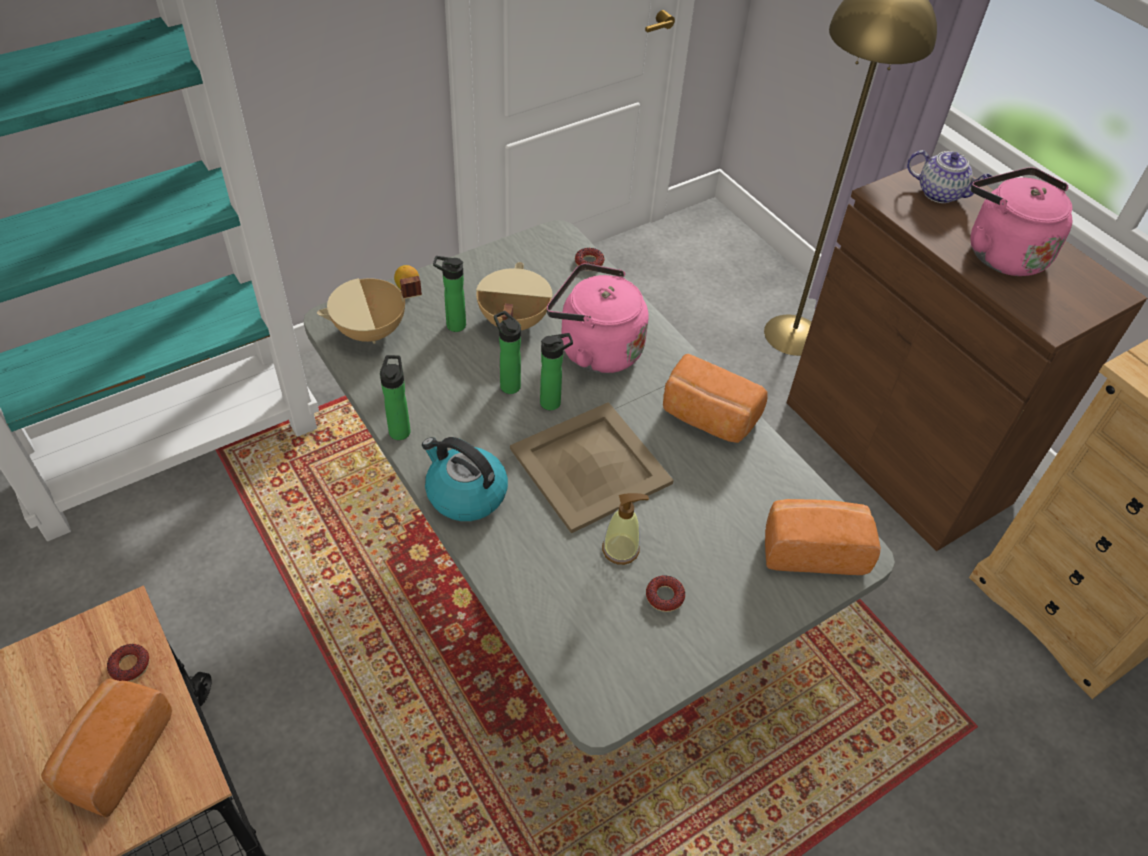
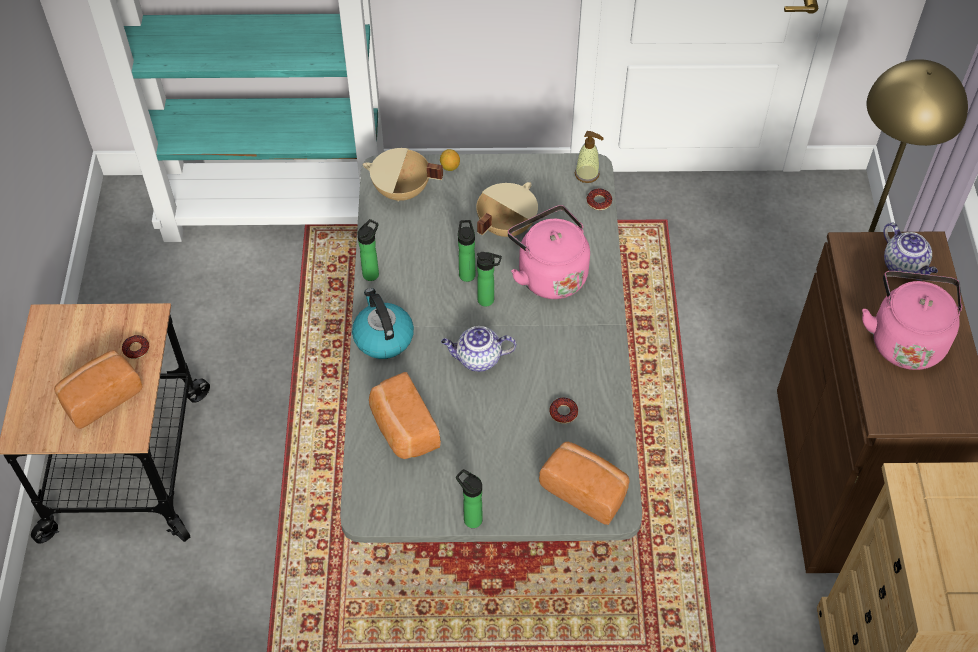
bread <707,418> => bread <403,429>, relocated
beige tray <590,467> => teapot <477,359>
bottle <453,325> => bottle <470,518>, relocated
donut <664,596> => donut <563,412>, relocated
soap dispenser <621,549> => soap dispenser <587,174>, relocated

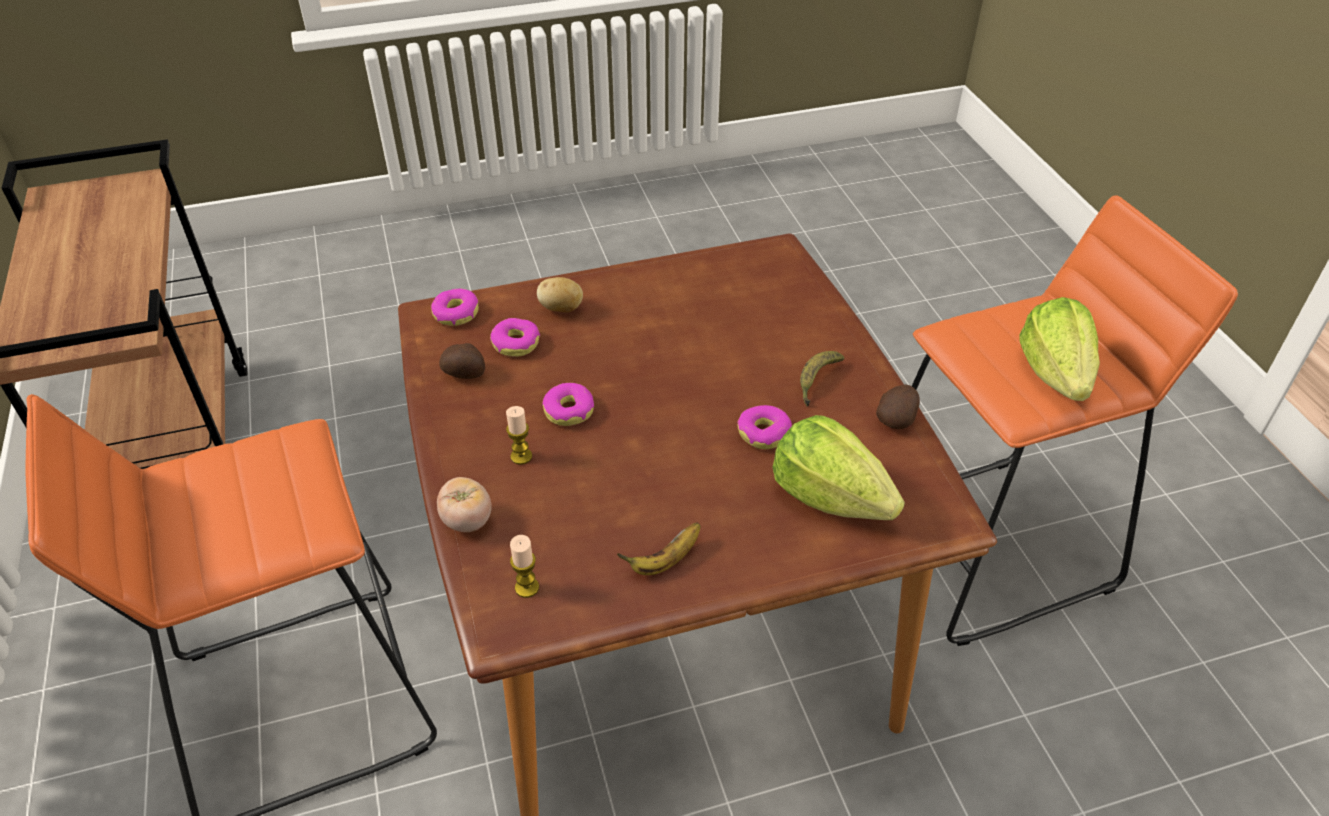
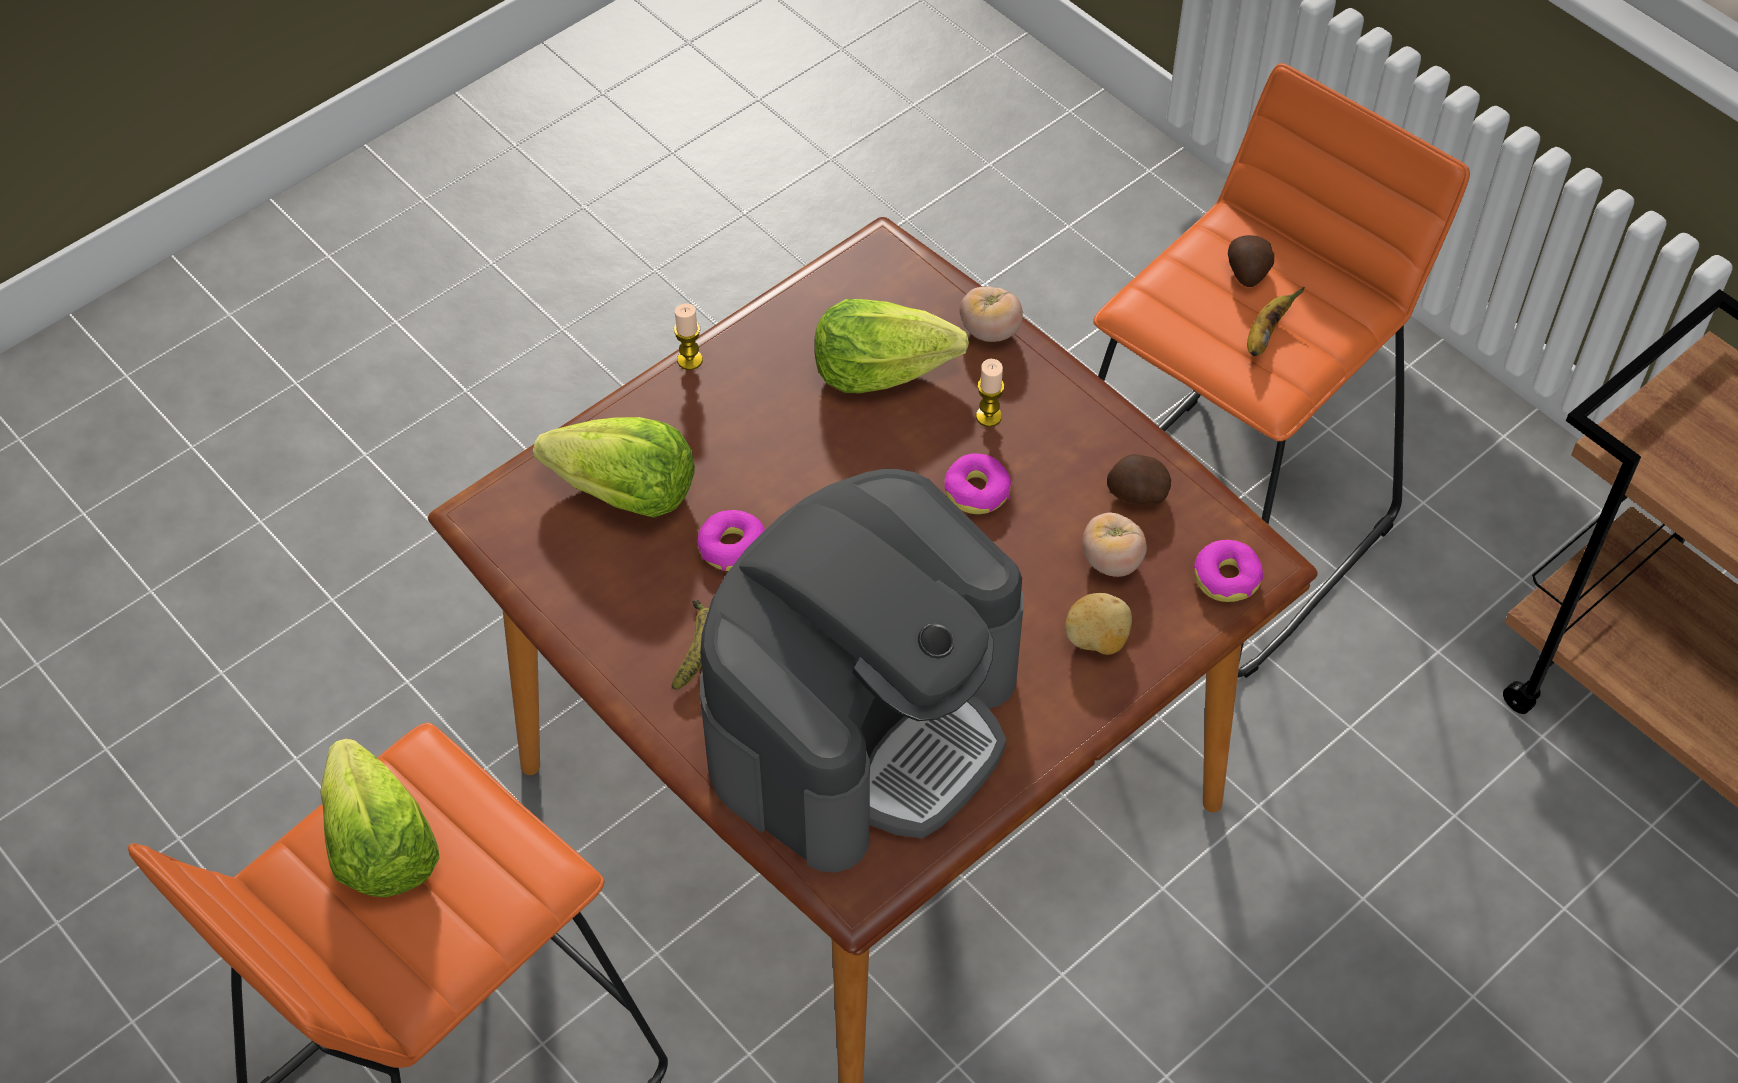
candle <527,587> => candle <690,360>, relocated
nothing => coffee machine <863,722>
nothing => lettuce <882,368>
donut <516,343> => tomato <1111,561>
potato <897,419> => potato <1247,273>, relocated
banana <665,561> => banana <1265,334>, relocated

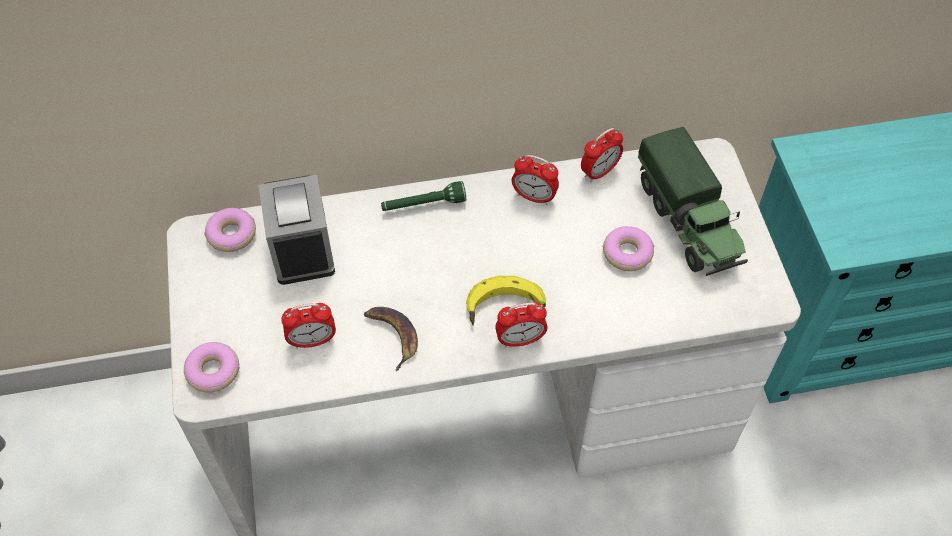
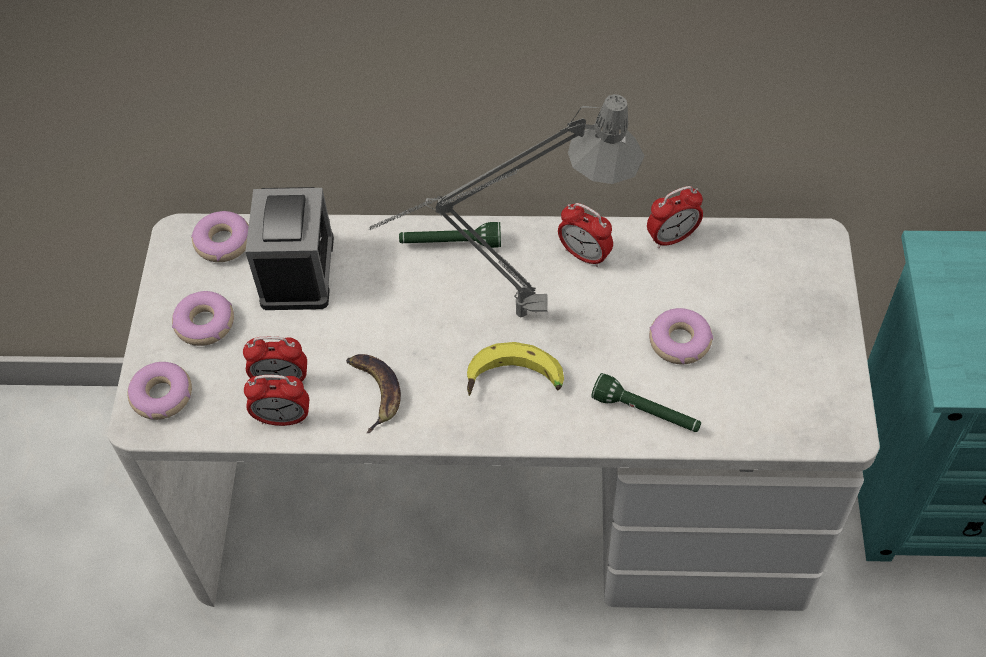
nothing => donut <205,324>
alarm clock <520,340> => alarm clock <283,418>, relocated
nothing => grey table lamp <505,316>
nothing => green flashlight <646,413>
toy truck <688,222> => nothing

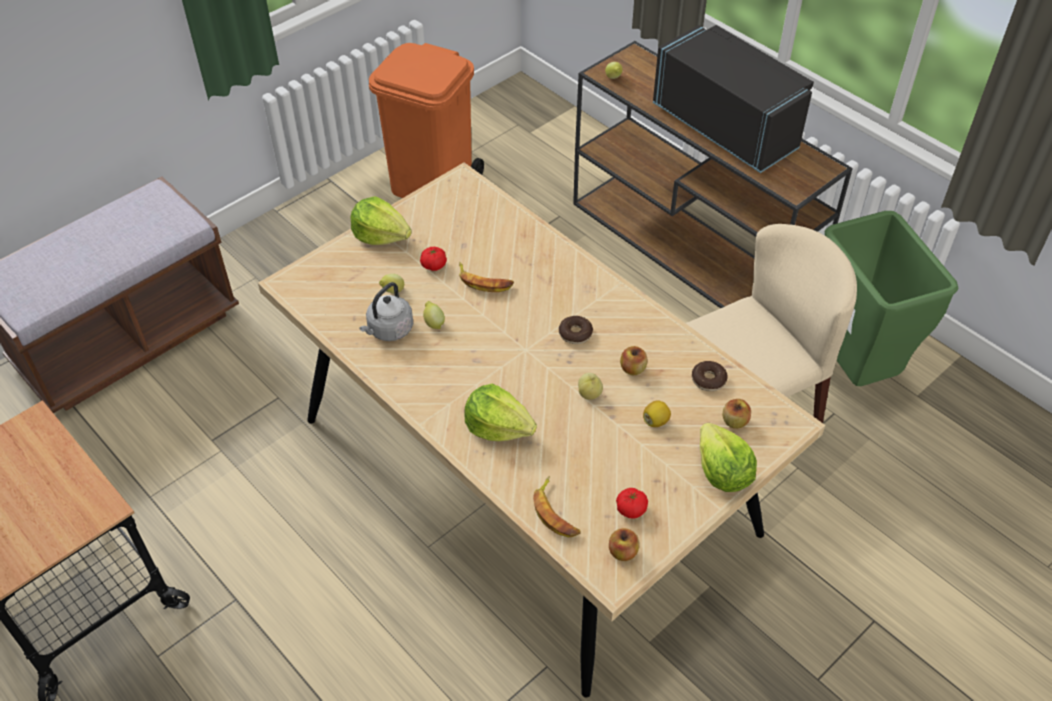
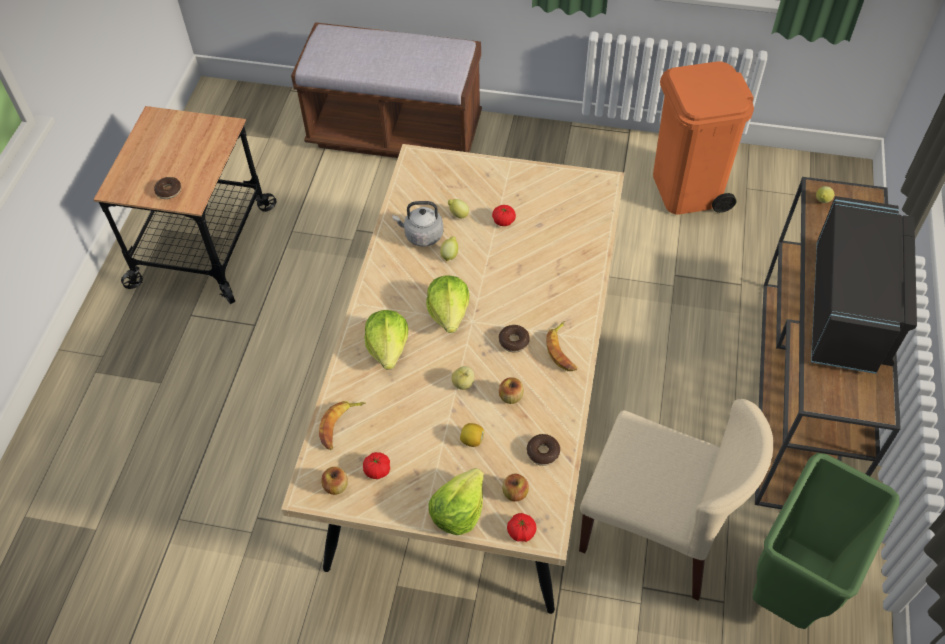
nothing => donut <169,191>
lettuce <381,235> => lettuce <449,313>, relocated
nothing => tomato <521,532>
banana <484,281> => banana <562,350>, relocated

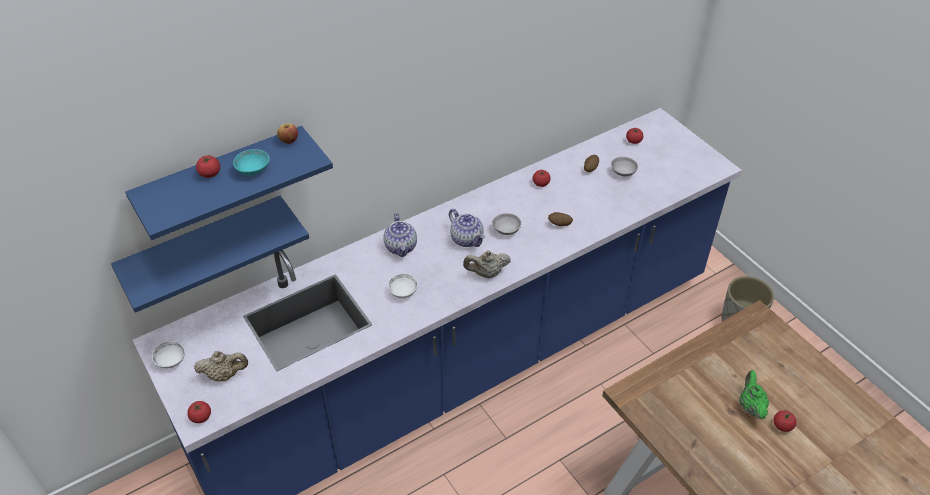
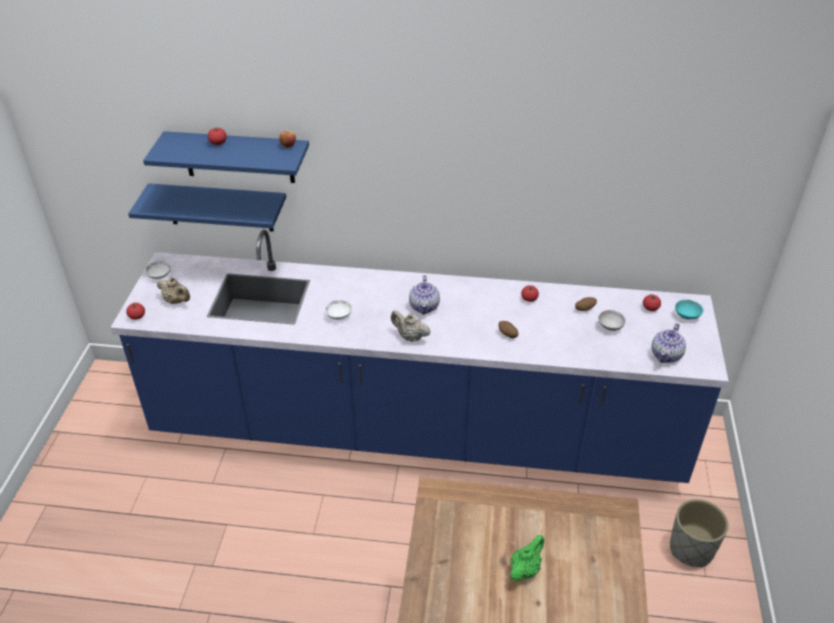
teapot <401,247> => teapot <666,355>, relocated
turquoise bowl <253,170> => turquoise bowl <687,315>, relocated
grey bowl <506,230> => nothing
tomato <782,426> => nothing

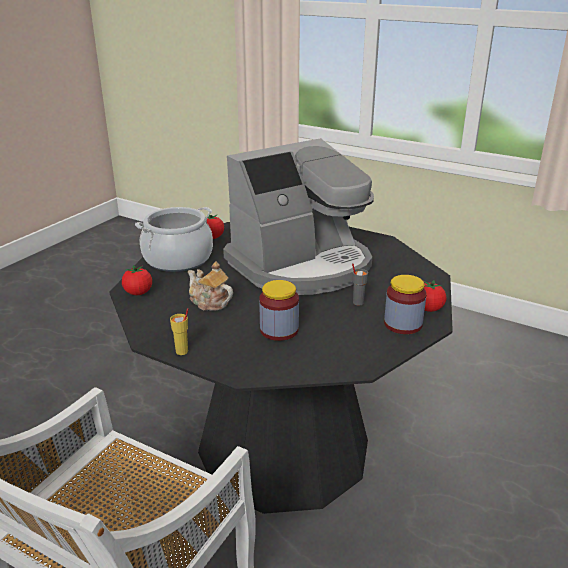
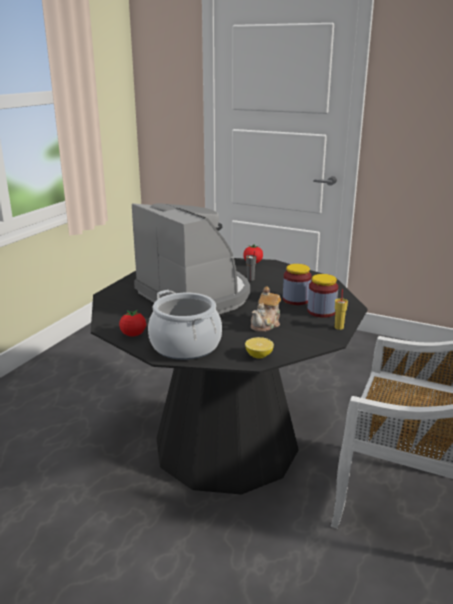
tomato <138,293> => lemon <259,355>
jar <403,324> => jar <321,311>, relocated

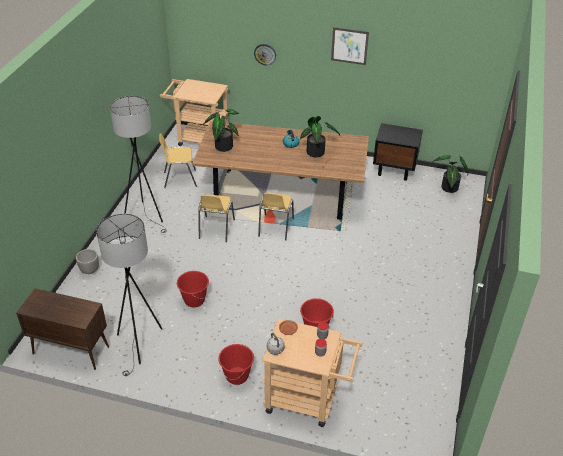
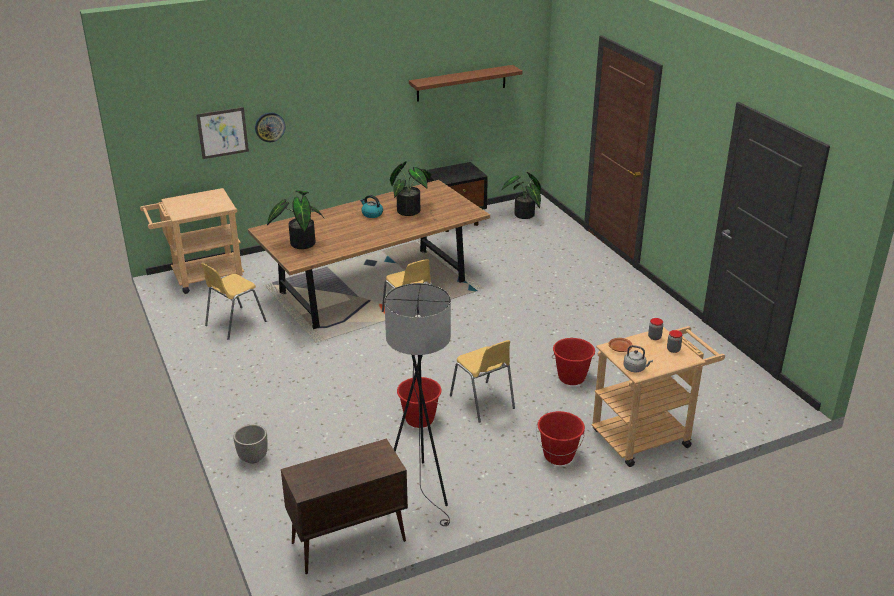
picture <349,46> => picture <222,133>, relocated
nothing => brown shelf <461,83>
yellow chair <216,229> => yellow chair <482,402>, relocated
grey floor lamp <146,216> => nothing

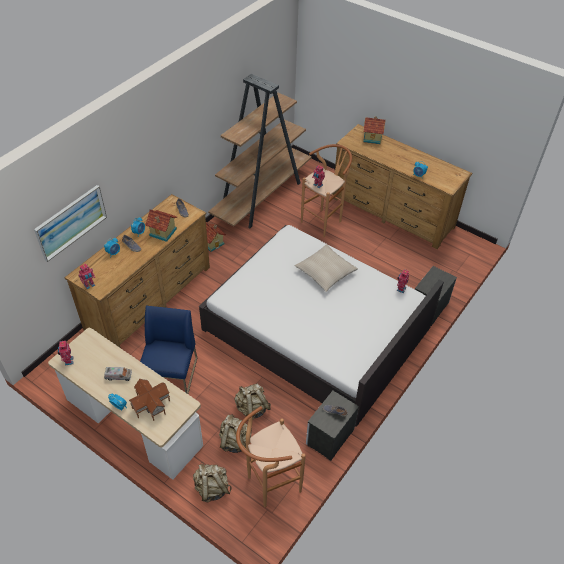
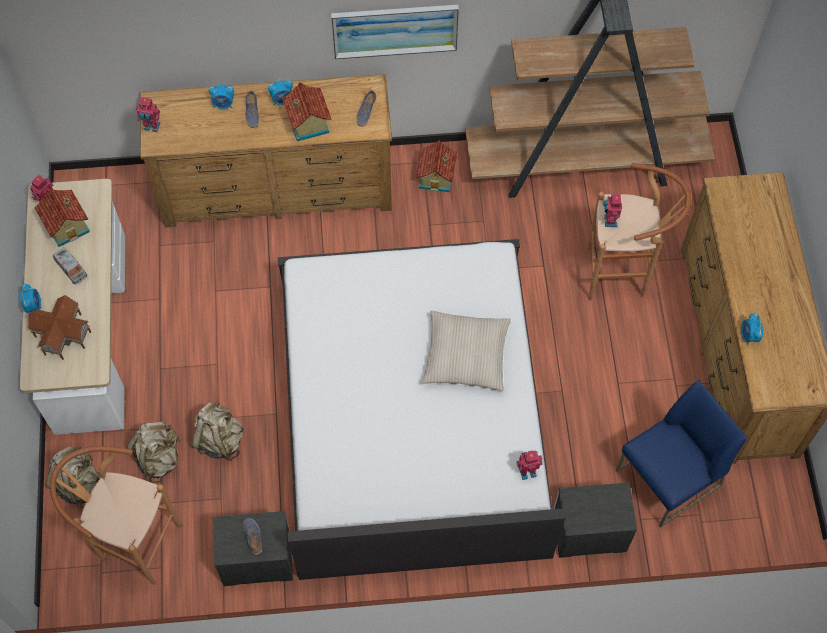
toy house <372,137> => toy house <68,226>, relocated
picture <71,222> => picture <395,30>, relocated
blue chair <171,375> => blue chair <668,479>, relocated

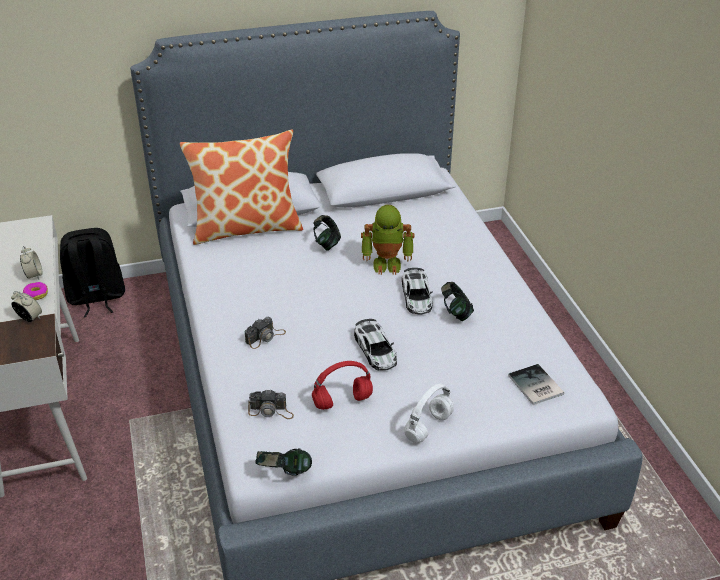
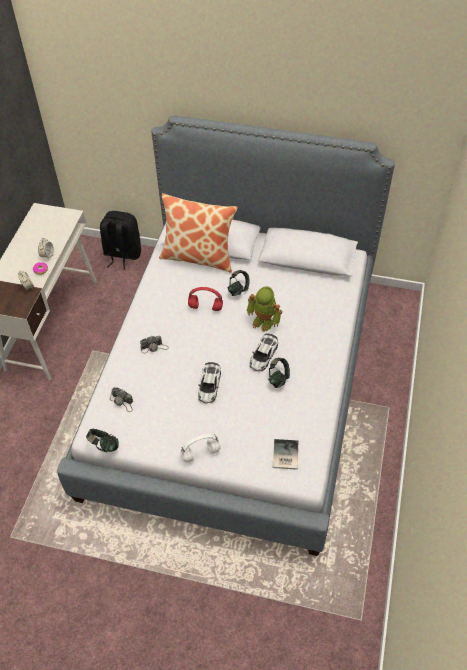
red headphones <341,402> => red headphones <205,307>, relocated

